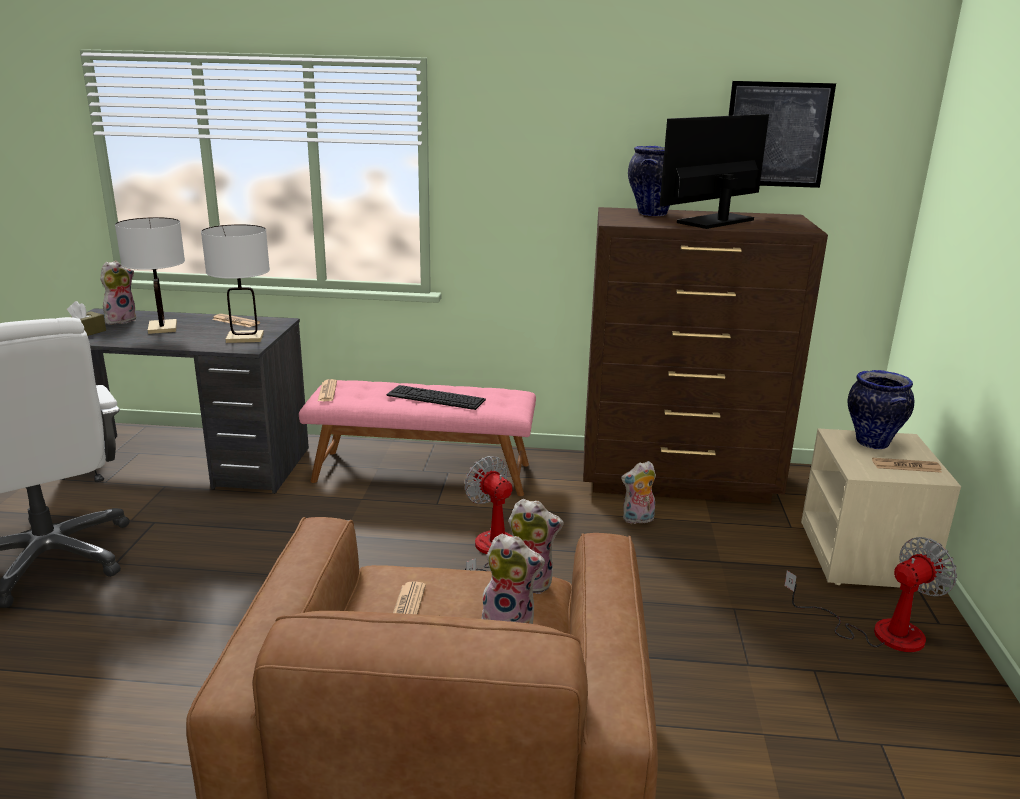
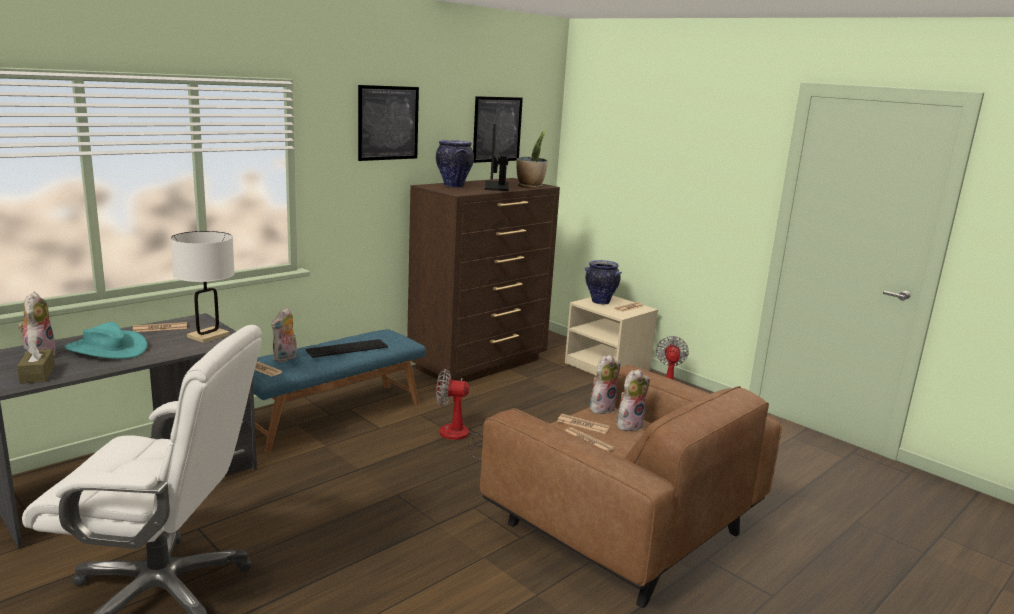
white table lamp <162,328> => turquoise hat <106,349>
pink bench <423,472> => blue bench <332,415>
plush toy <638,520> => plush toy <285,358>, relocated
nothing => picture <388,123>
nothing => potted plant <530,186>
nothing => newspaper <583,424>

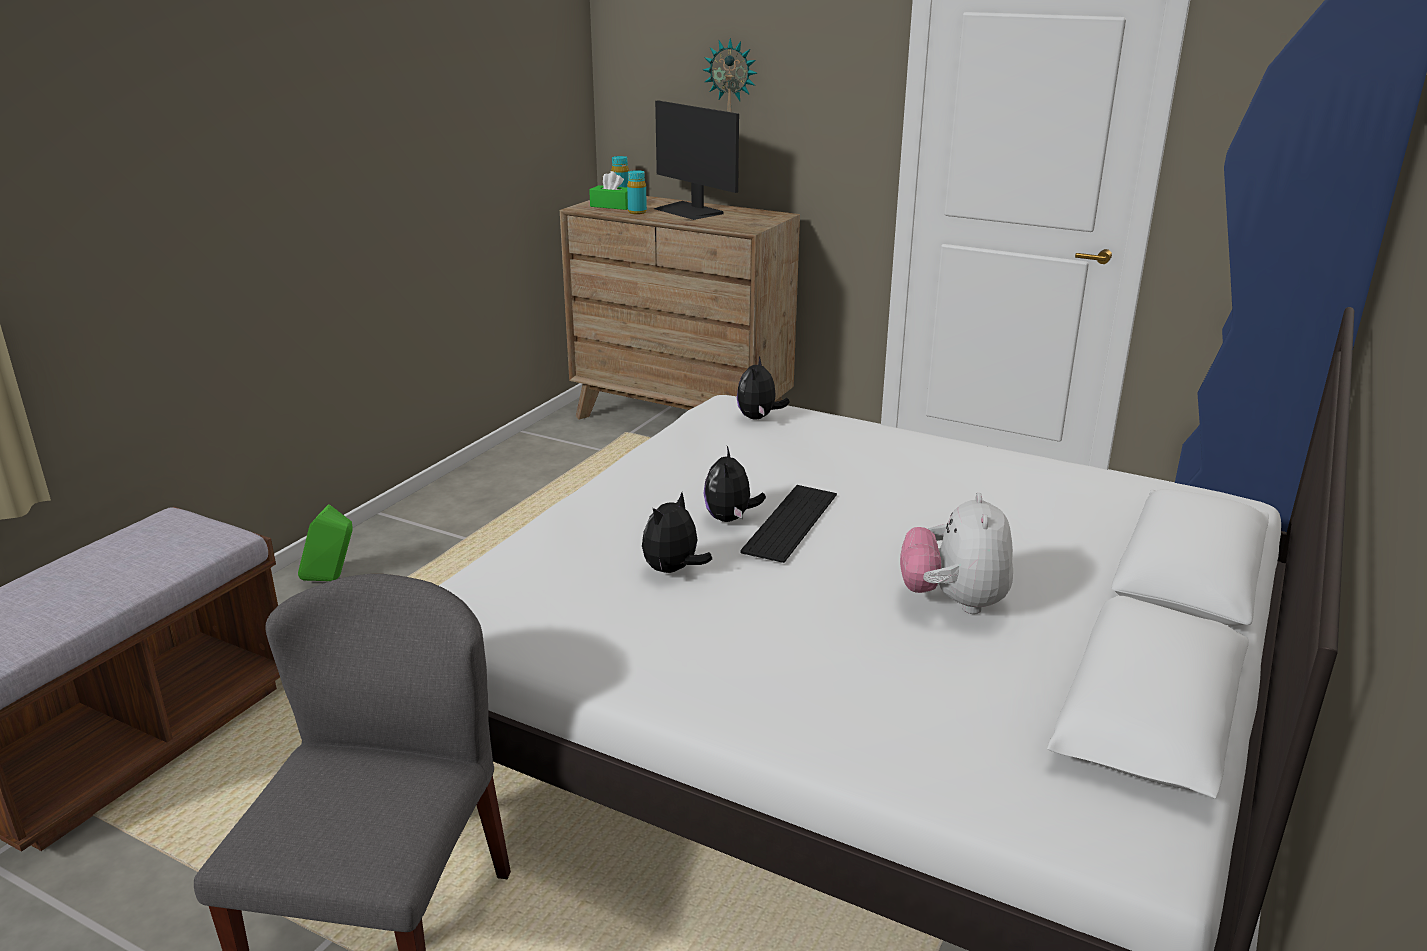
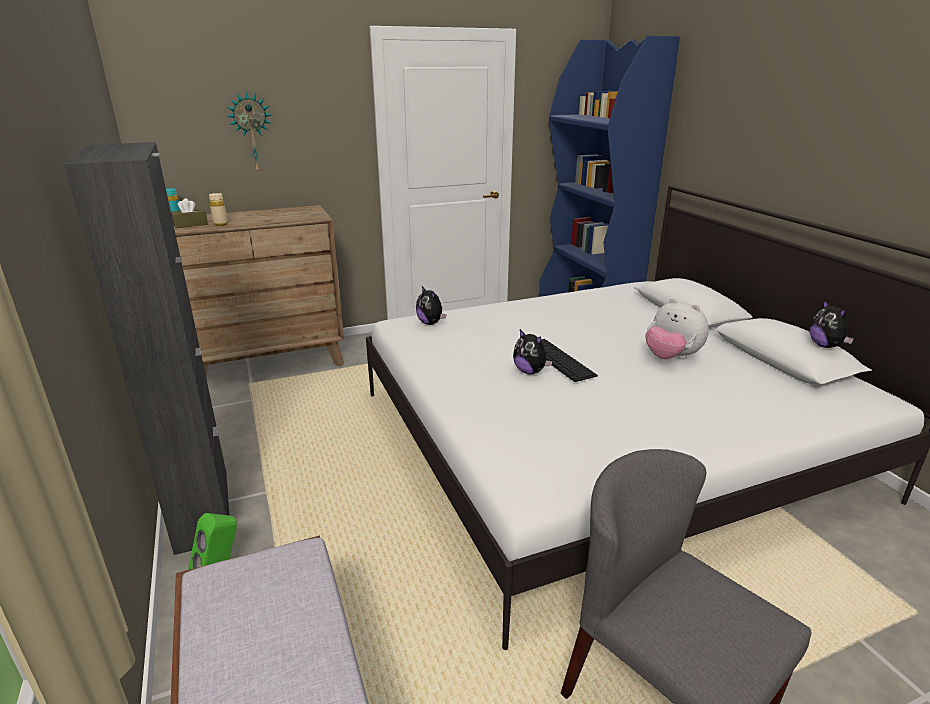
nothing => black cabinet <202,510>
green tissue box <612,206> => brown tissue box <190,224>
turquoise bottle <637,212> => beige bottle <220,224>
plush toy <673,570> => plush toy <825,346>, relocated
monitor <689,211> => nothing

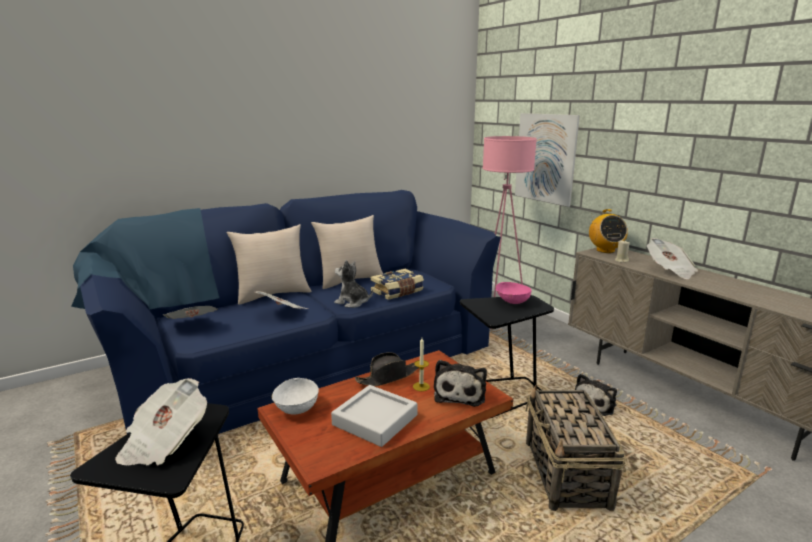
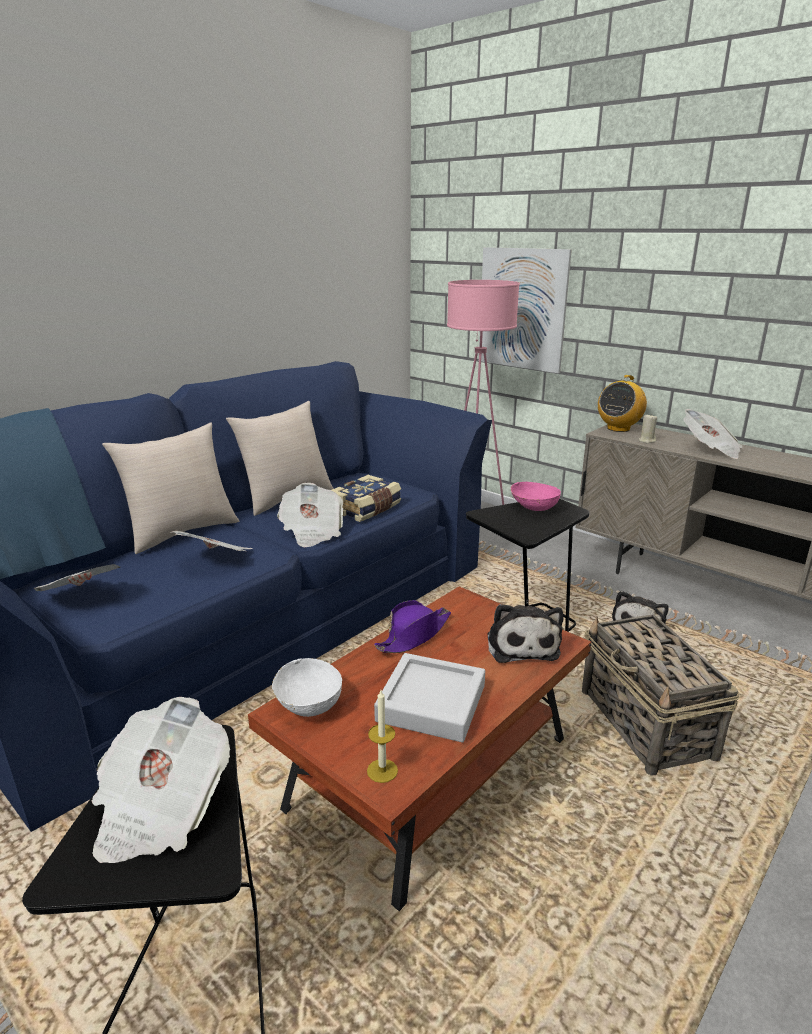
plush toy <352,302> => newspaper <312,532>
candle <421,386> => candle <382,770>, relocated
black hat <389,377> => purple hat <414,635>
radio <605,250> => radio <618,428>, 60 degrees clockwise

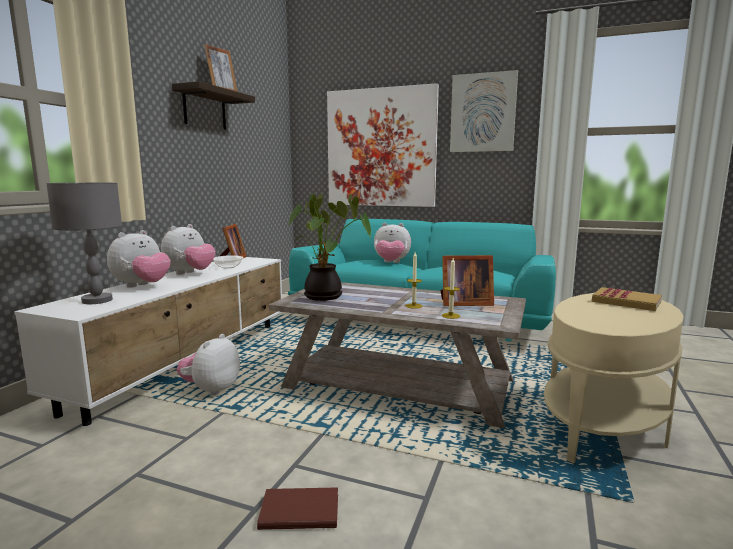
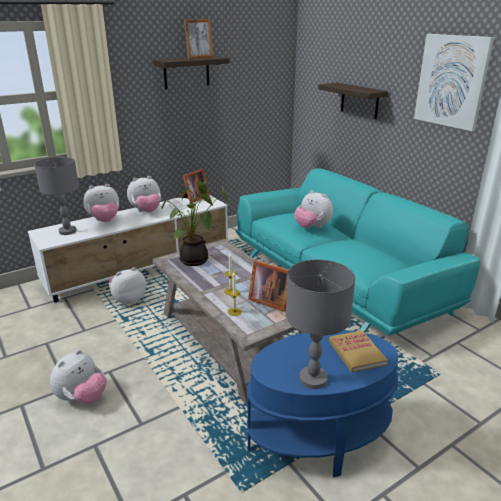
brown book <299,510> => plush toy <82,398>
beige side table <603,426> => blue side table <318,438>
nothing => grey table lamp <313,379>
picture <381,148> => shelf <359,100>

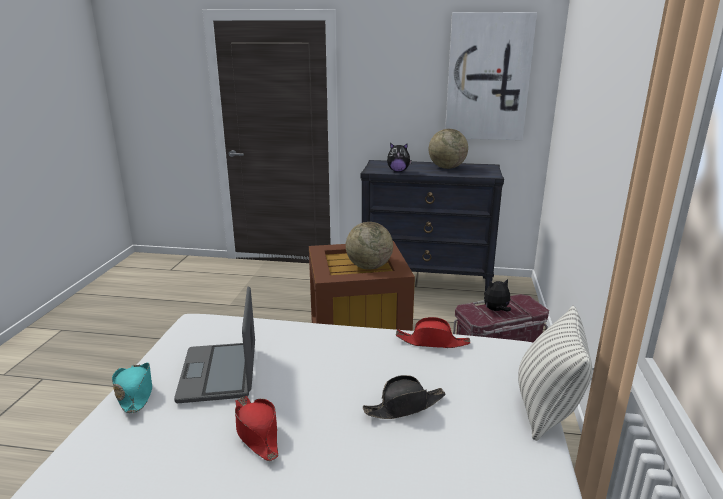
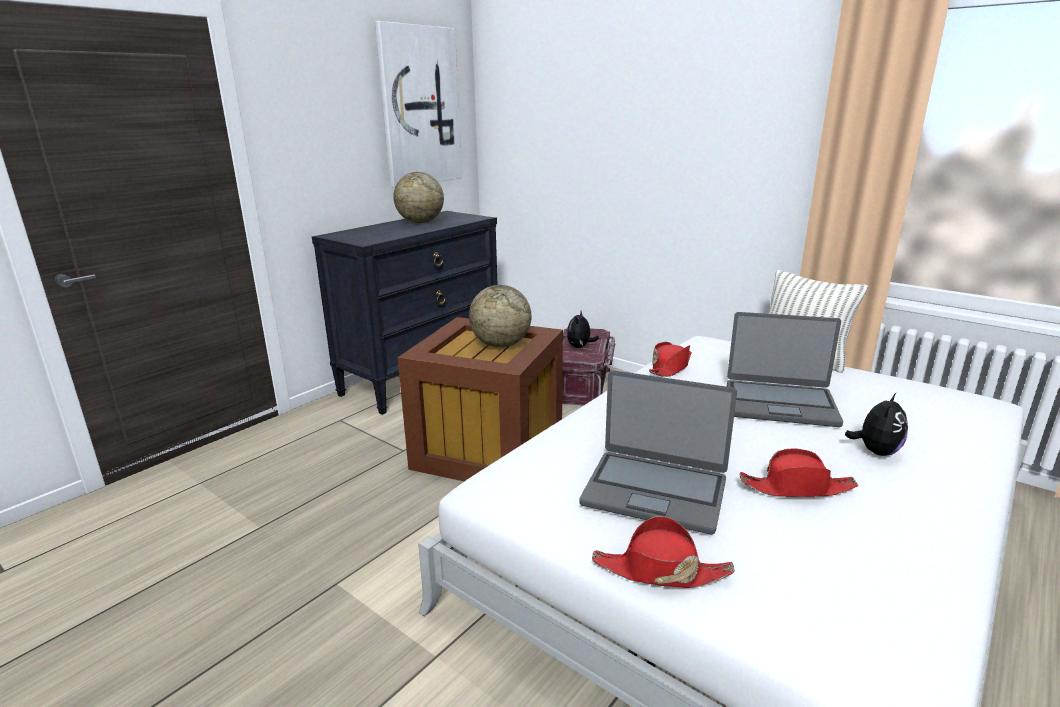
turquoise hat <135,392> => red hat <660,571>
black hat <405,406> => laptop <780,404>
plush toy <398,171> => plush toy <875,451>, relocated

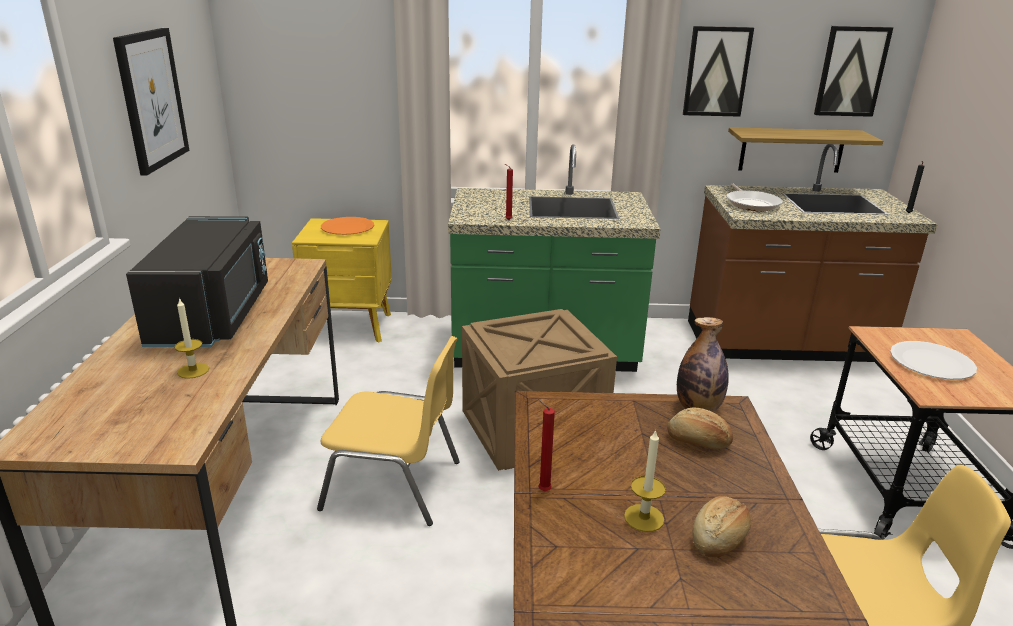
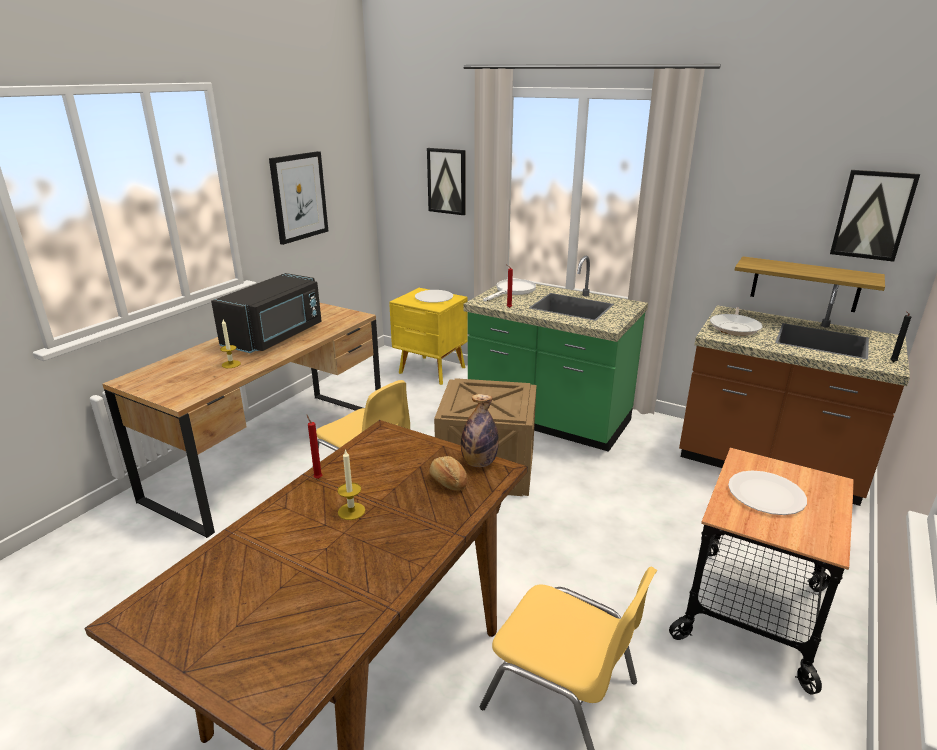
orange plate <347,228> => white plate <434,297>
picture <716,71> => picture <447,181>, relocated
nothing => white frying pan <512,291>
bread <720,538> => nothing

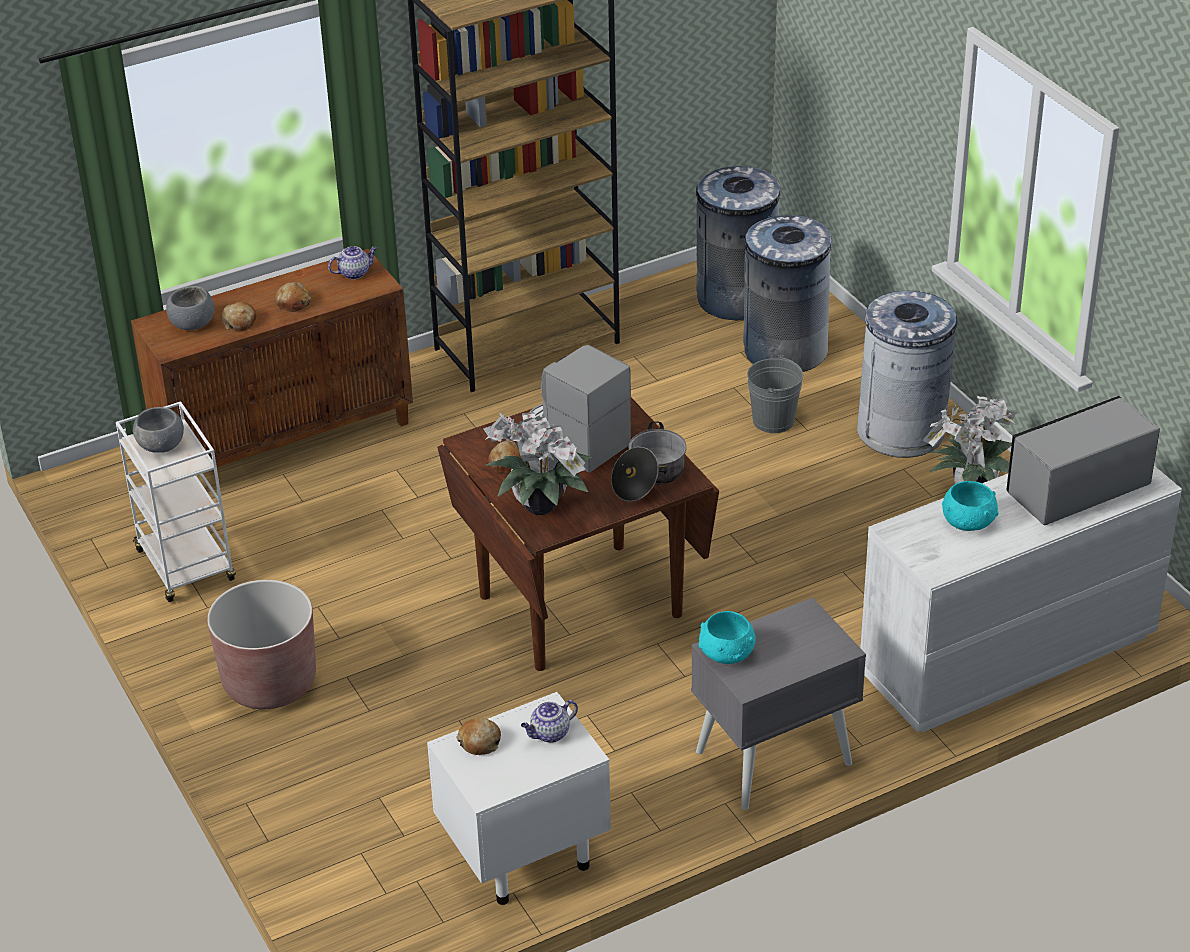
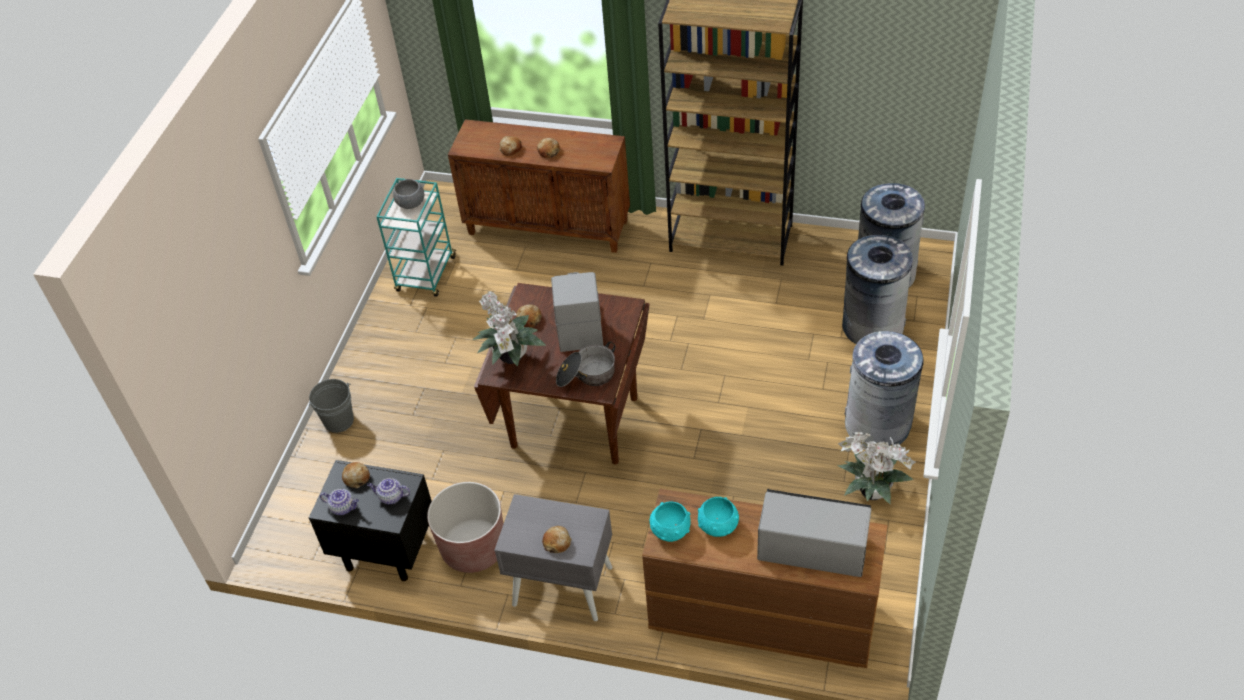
grey bucket <773,420> => grey bucket <338,420>, relocated
white nightstand <522,856> => black nightstand <384,550>
teapot <354,273> => teapot <343,507>, relocated
white cart <186,567> => turquoise cart <426,275>
brown planter <269,682> => brown planter <473,548>, relocated
nothing => bread <557,542>
white dresser <1006,655> => brown dresser <760,617>
turquoise bowl <726,654> => turquoise bowl <670,530>, relocated
grey bowl <192,323> => nothing

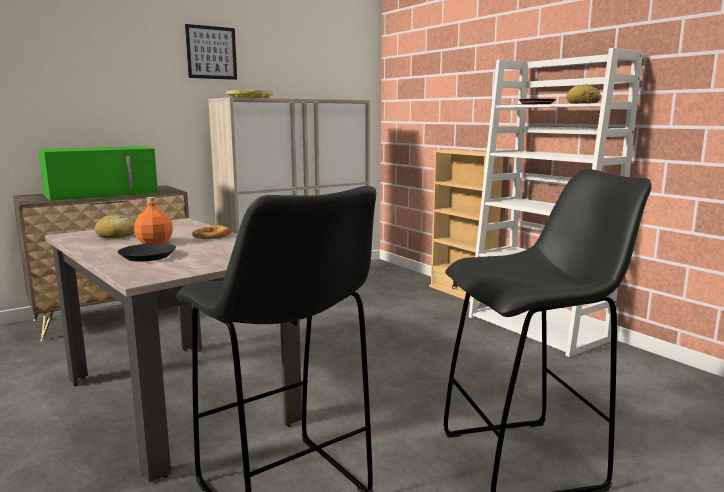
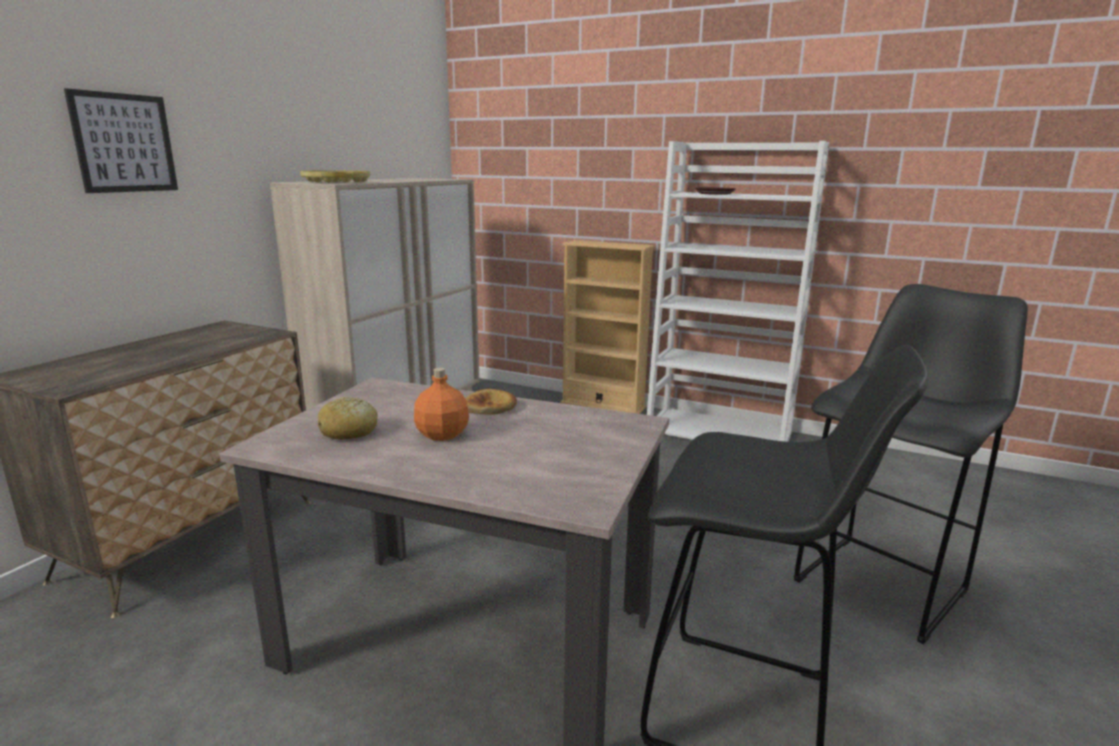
picture <211,52> => picture <124,143>, relocated
green microwave <103,193> => nothing
black plate <147,256> => nothing
bread <583,103> => nothing

